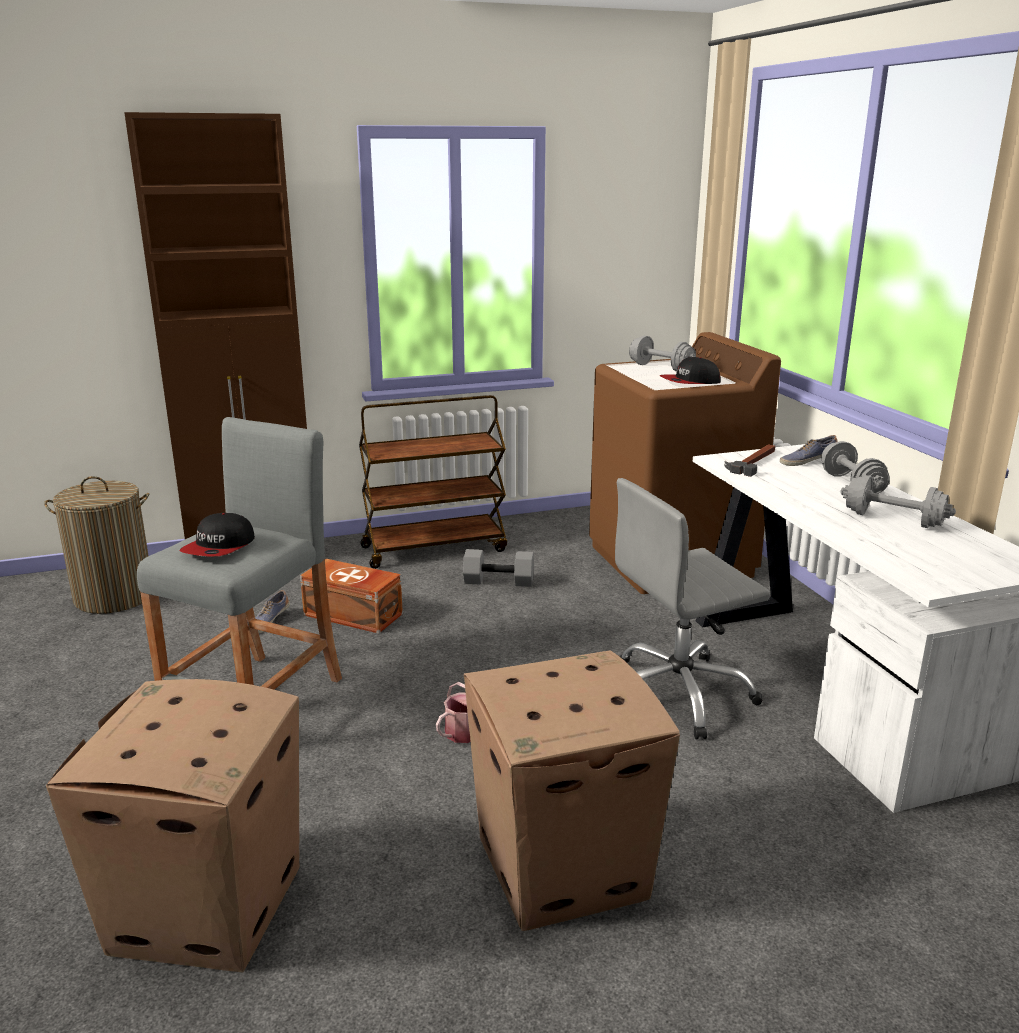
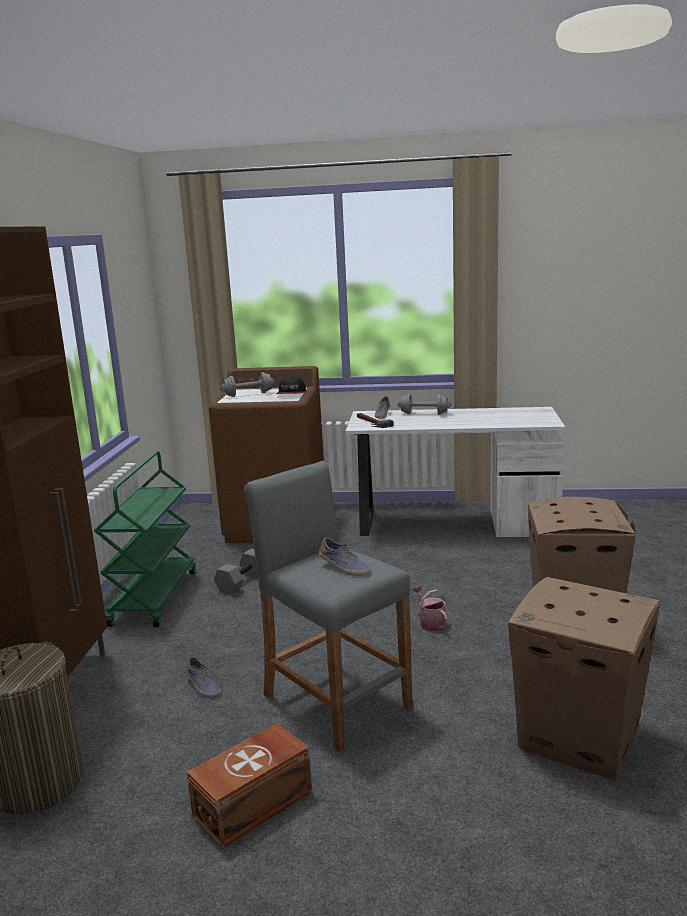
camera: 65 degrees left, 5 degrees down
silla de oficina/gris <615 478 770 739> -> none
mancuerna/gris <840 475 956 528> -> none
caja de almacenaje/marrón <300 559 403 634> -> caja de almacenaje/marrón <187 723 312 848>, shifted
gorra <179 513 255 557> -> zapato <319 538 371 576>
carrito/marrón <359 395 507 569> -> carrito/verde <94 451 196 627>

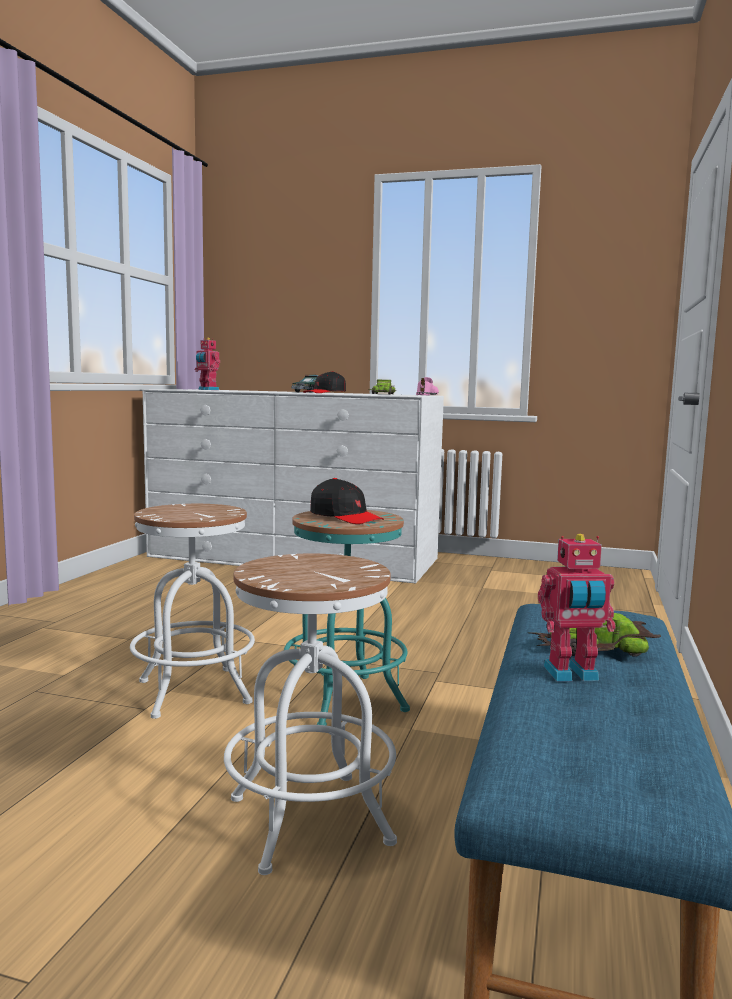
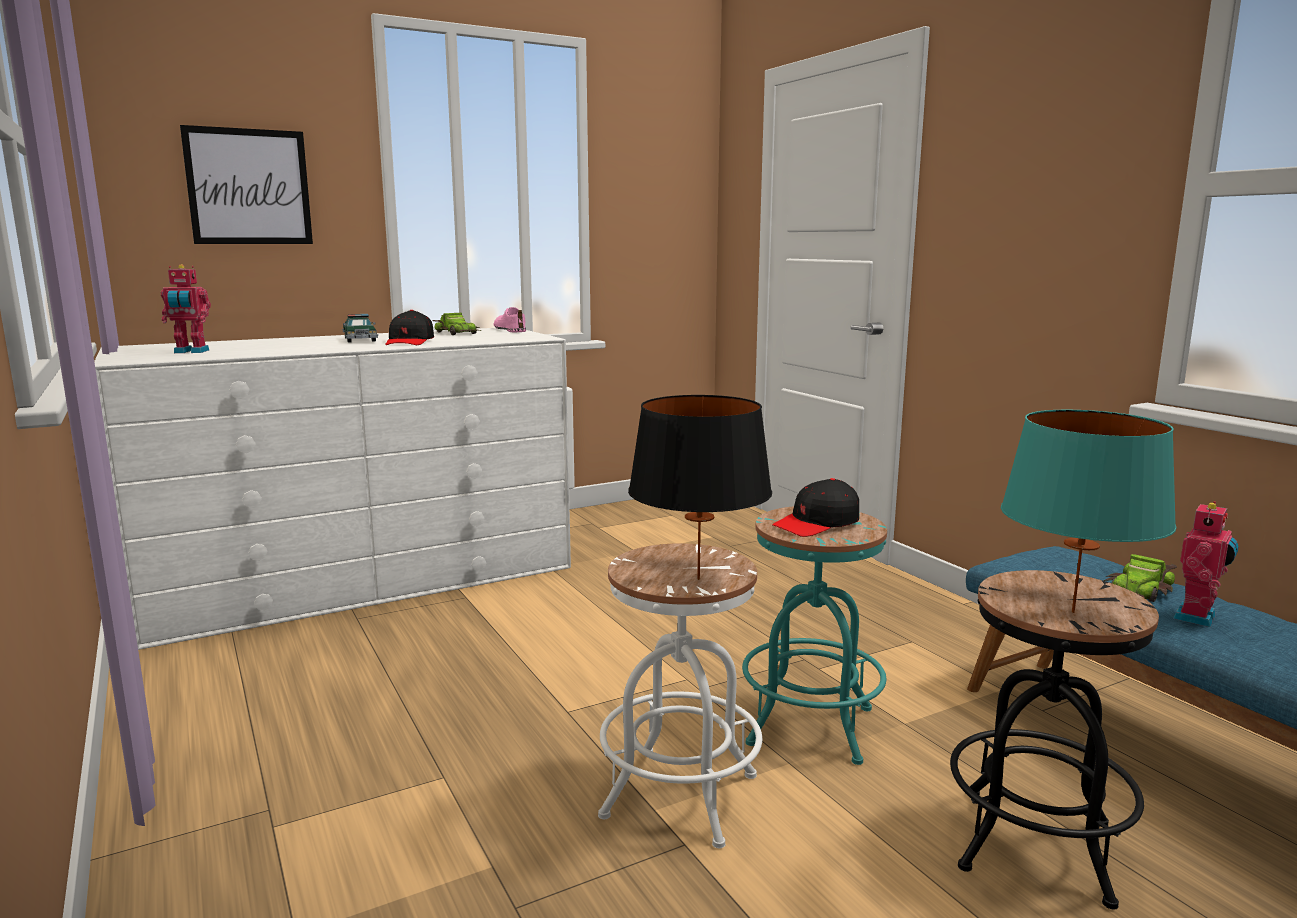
camera: 45 degrees left, 5 degrees up
none -> cuadro <180 125 313 244>
none -> lámpara de mesa/negro <628 395 772 580>
none -> lámpara de mesa/turquesa <1001 410 1177 613>
taburete/blanco <224 554 397 875> -> taburete/negro <950 570 1159 910>
gorra/negro <310 478 384 524> -> gorra/negro <772 478 859 537>, 150 degrees clockwise

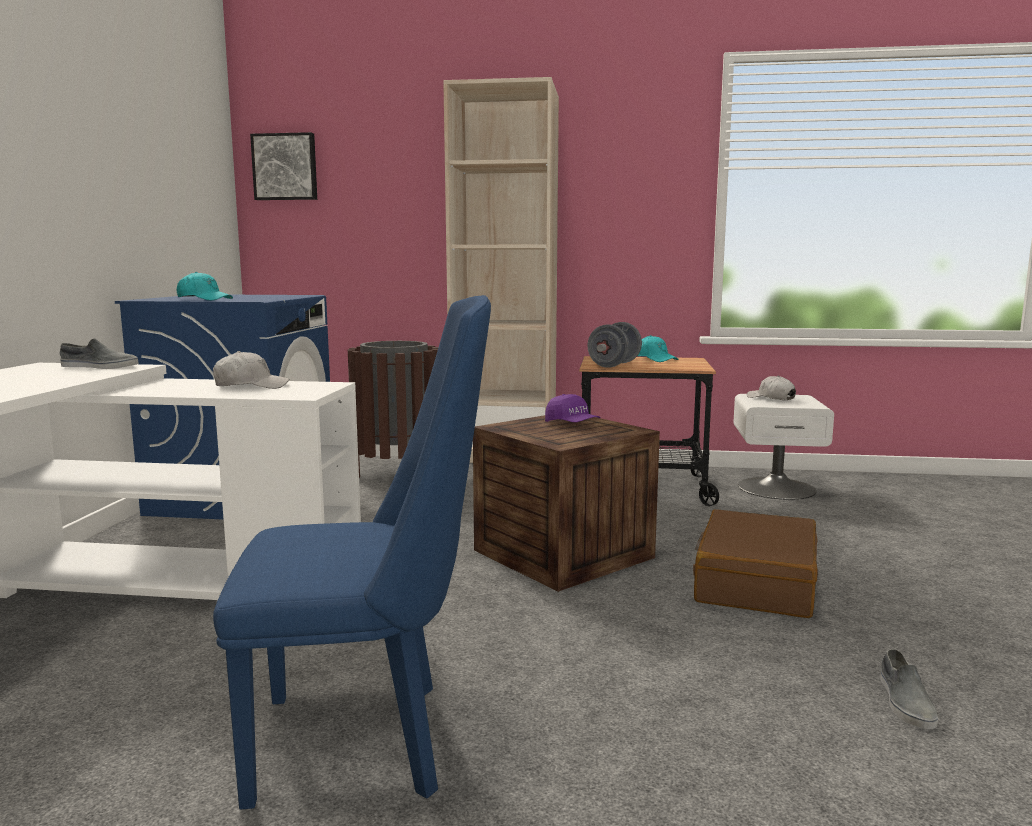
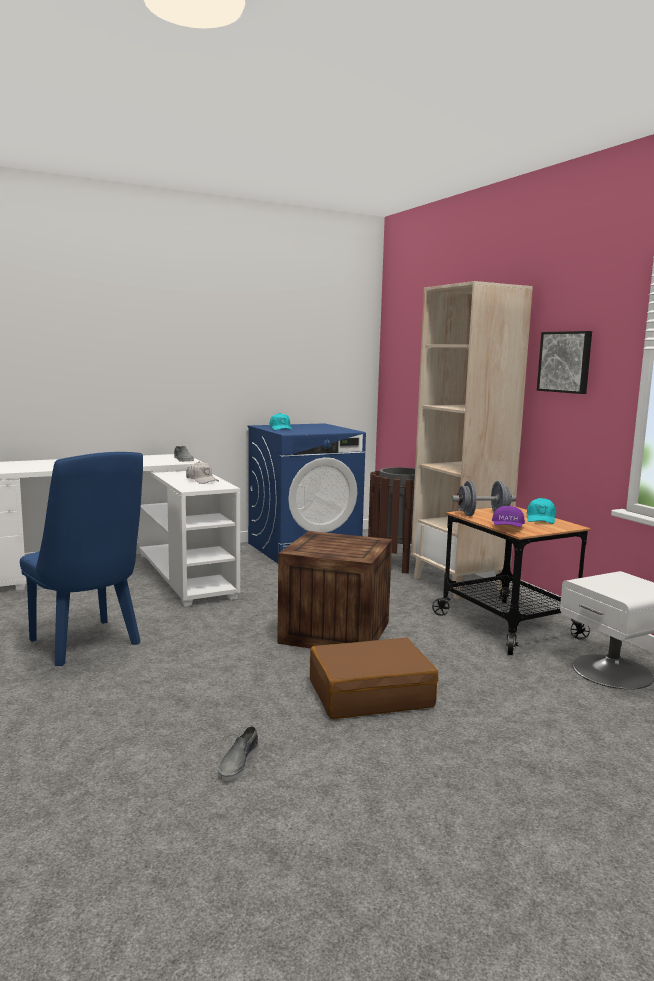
camera: 55 degrees right, 0 degrees up
gorra/blanco <747 376 796 400> -> none
cuadro <250 132 317 200> -> cuadro <537 331 592 394>, shifted
gorra/morado <545 394 600 422> -> gorra/morado <492 505 525 527>, shifted
zapato/gris <880 649 938 729> -> zapato/gris <218 726 258 782>, 45 degrees counterclockwise

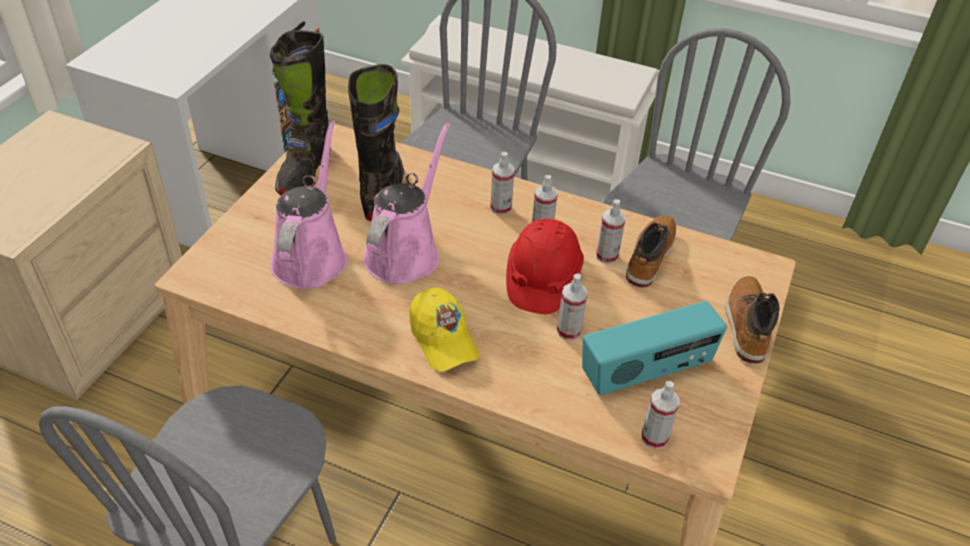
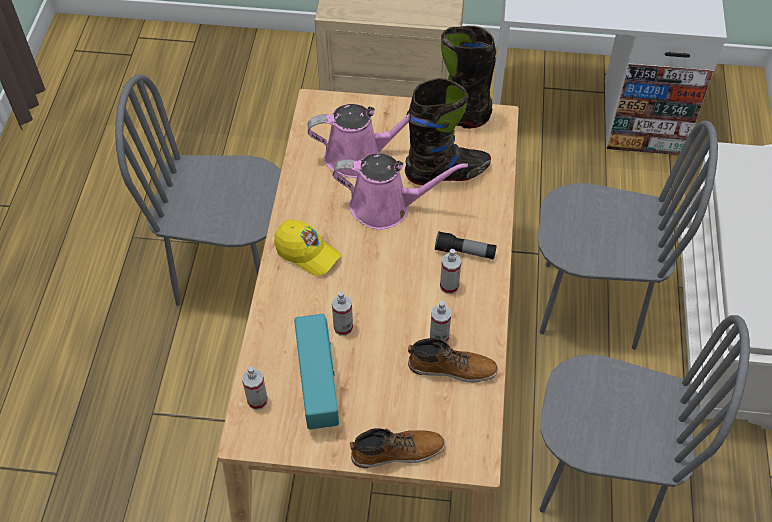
camera: 75 degrees right, 10 degrees up
casco/rojo <506 219 584 314> -> none
pulverizador <490 151 515 215> -> linterna <435 231 497 260>
gorra/amarillo <409 288 480 371> -> gorra/amarillo <274 220 341 276>, 105 degrees counterclockwise
radio <582 301 727 395> -> radio <294 314 339 429>, 150 degrees counterclockwise

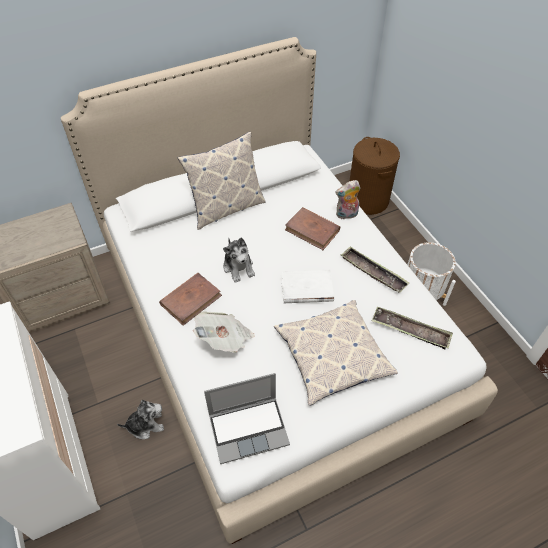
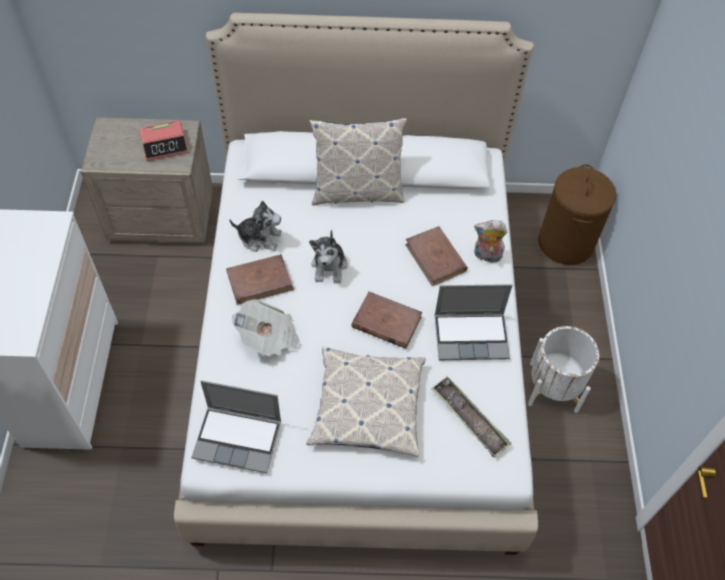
camera: 25 degrees right, 5 degrees up
none -> despertador <139 120 188 161>
peluche <117 400 164 439> -> peluche <229 201 282 252>, shifted
bandeja <341 246 409 293> -> portátil <435 284 512 360>
libro/blanco <281 270 334 303> -> libro/marrón <351 292 422 349>

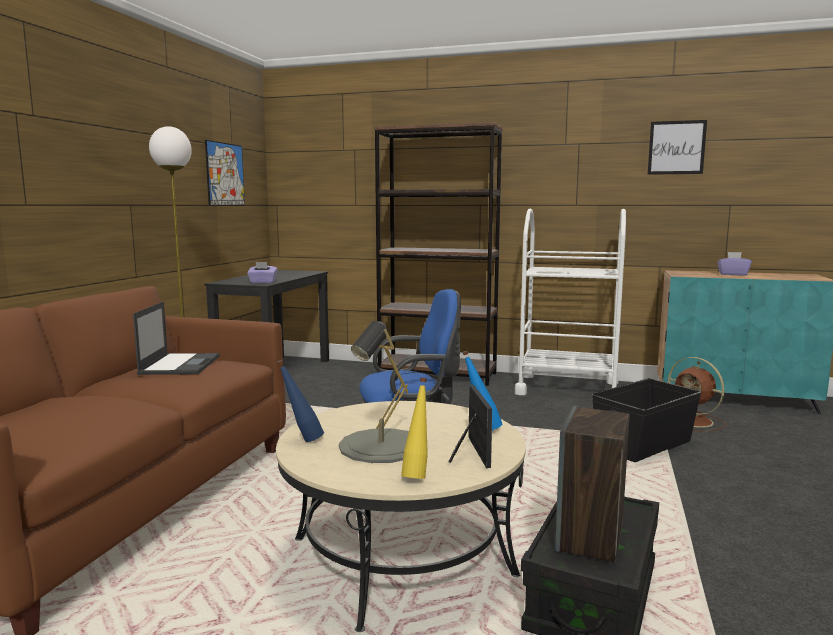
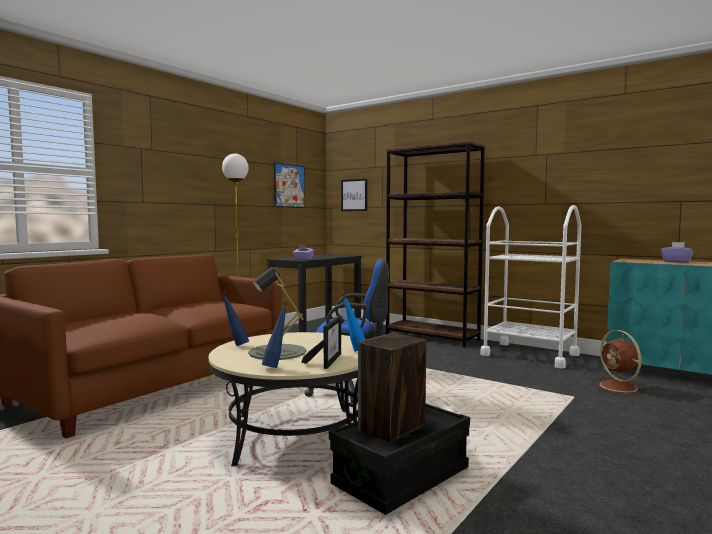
camera: 20 degrees right, 5 degrees down
portátil <133 302 220 375> -> none
caja de almacenaje/negro <592 378 701 462> -> none
cuadro <647 120 707 175> -> cuadro <341 179 367 211>, shifted
botella/amarillo <401 378 428 479> -> botella/azul <262 302 288 368>

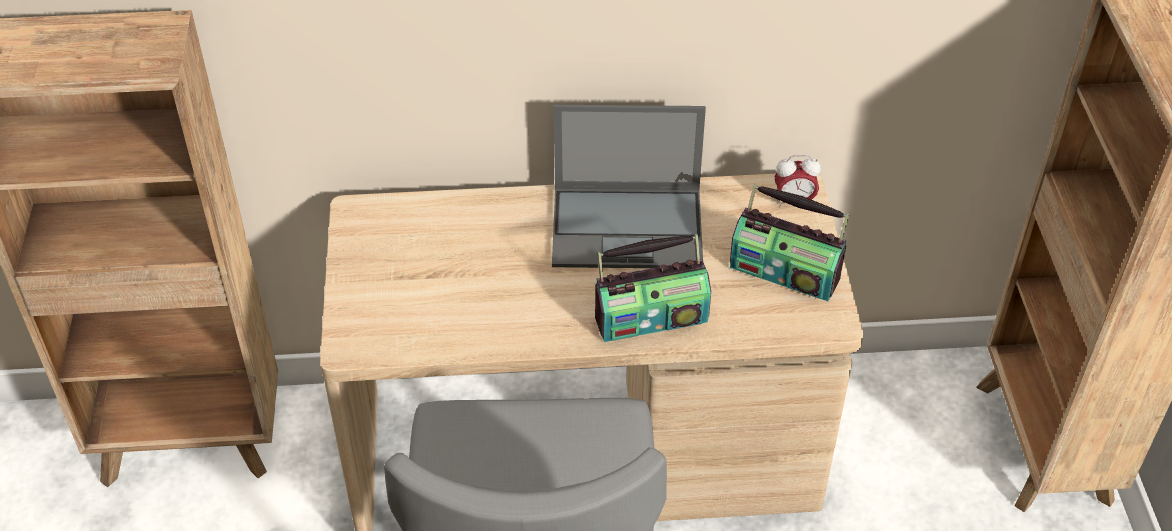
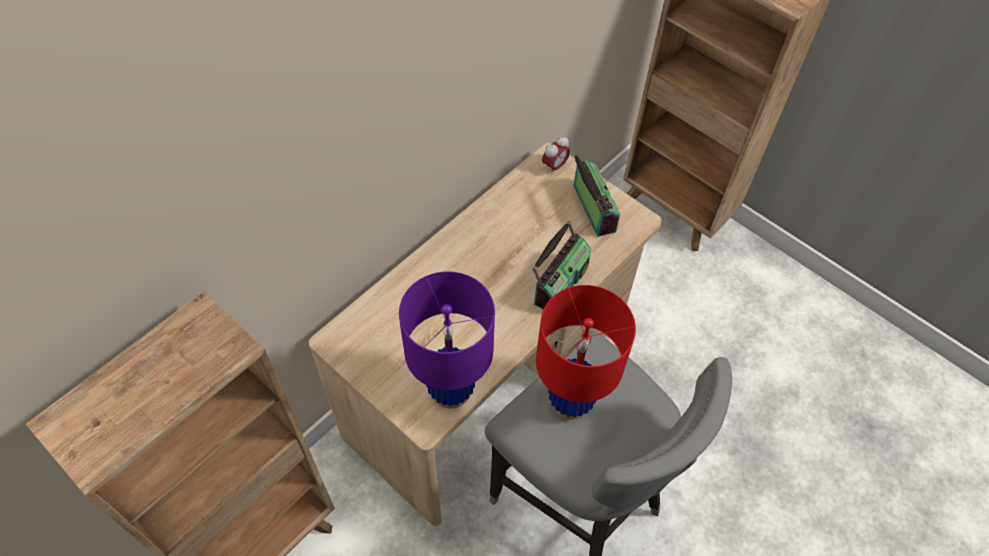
camera: 45 degrees left, 10 degrees up
portátil <552 105 706 268> -> none
none -> lámpara de mesa/morado <399 271 495 409>
none -> lámpara de mesa/rojo <536 285 636 420>
radio <730 184 849 301> -> radio <573 153 620 237>, 90 degrees counterclockwise

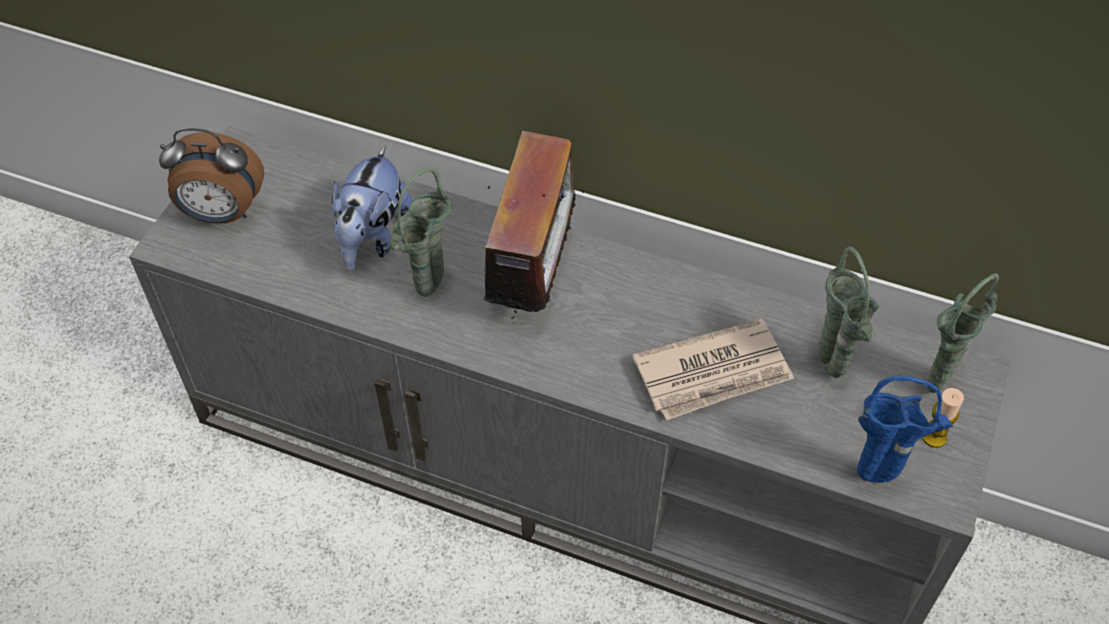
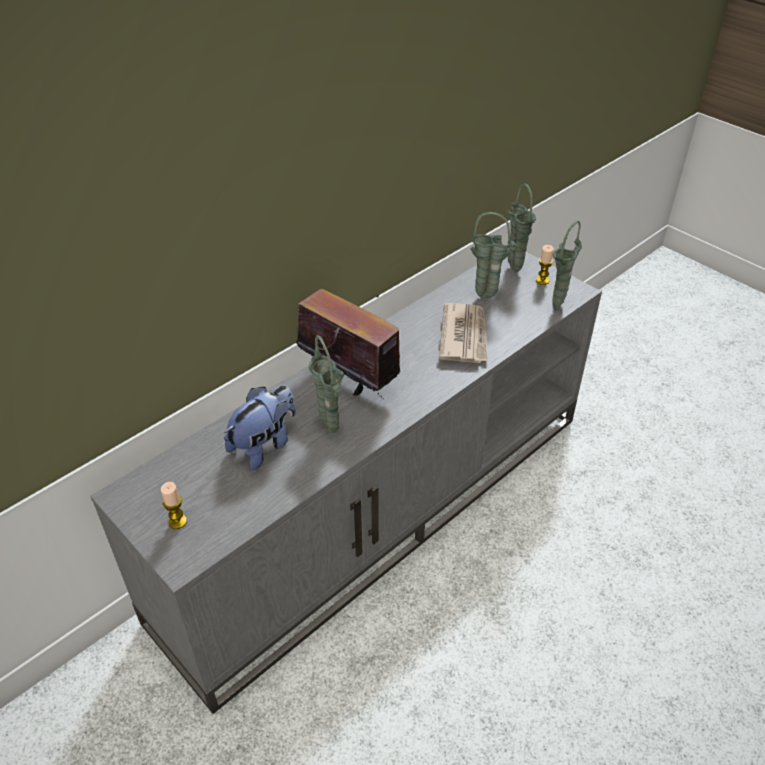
camera: 65 degrees left, 10 degrees down
despertador <159 128 264 224> -> vela <161 482 187 529>
florero/azul <857 376 953 483> -> florero/verde <552 221 582 310>
peluche <332 145 412 271> -> peluche <224 385 296 470>, 90 degrees counterclockwise

